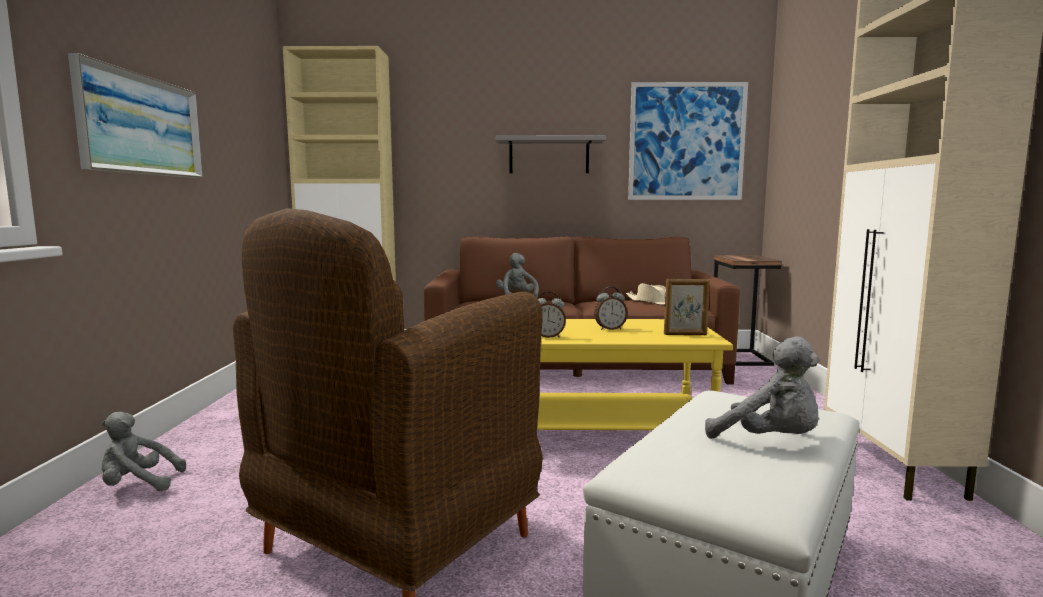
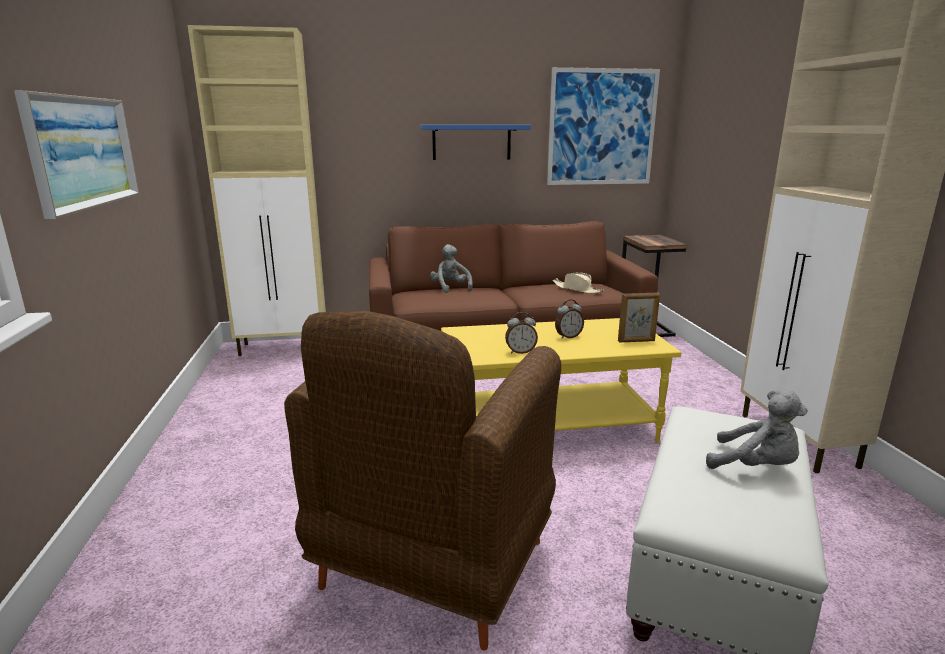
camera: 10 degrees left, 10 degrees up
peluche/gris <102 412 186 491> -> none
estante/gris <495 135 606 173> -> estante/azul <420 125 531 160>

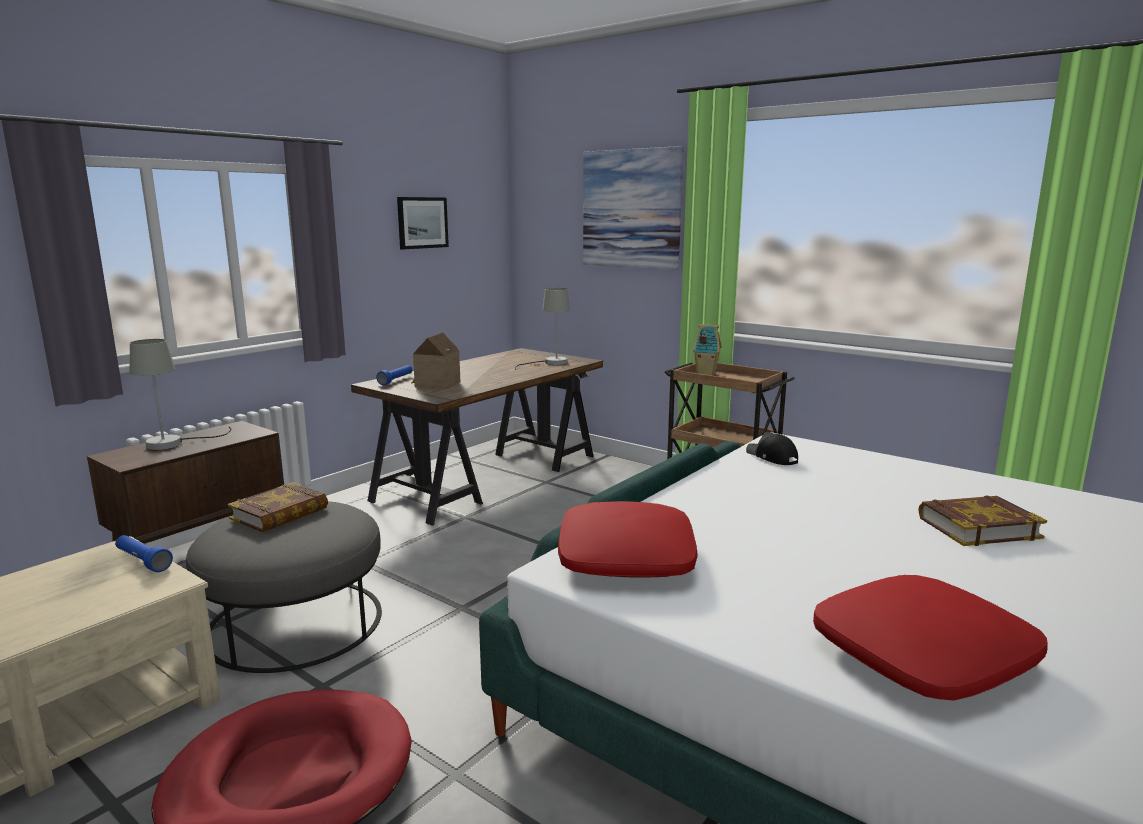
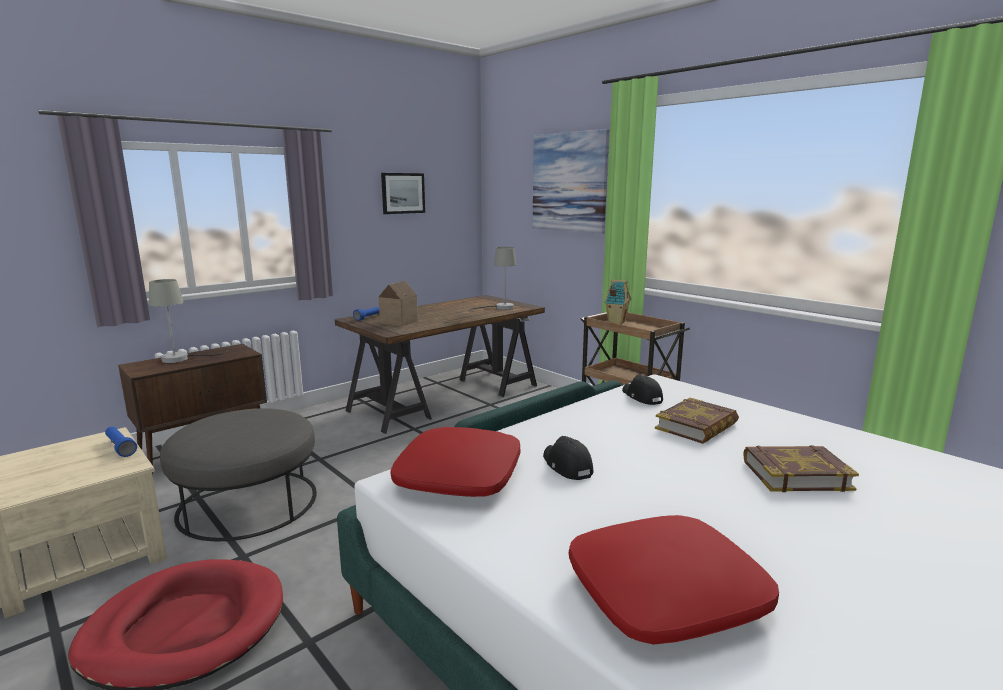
camera: 10 degrees right, 0 degrees up
none -> gorra/negro <543 436 594 480>
libro <228 482 328 532> -> libro <655 398 739 444>, shifted

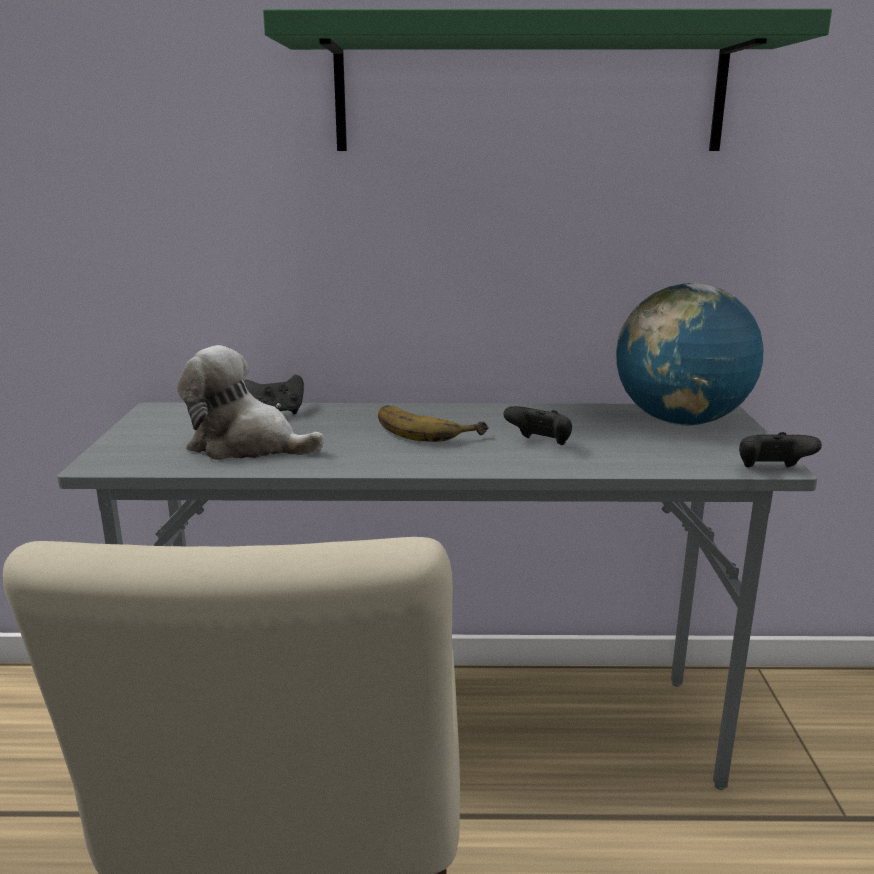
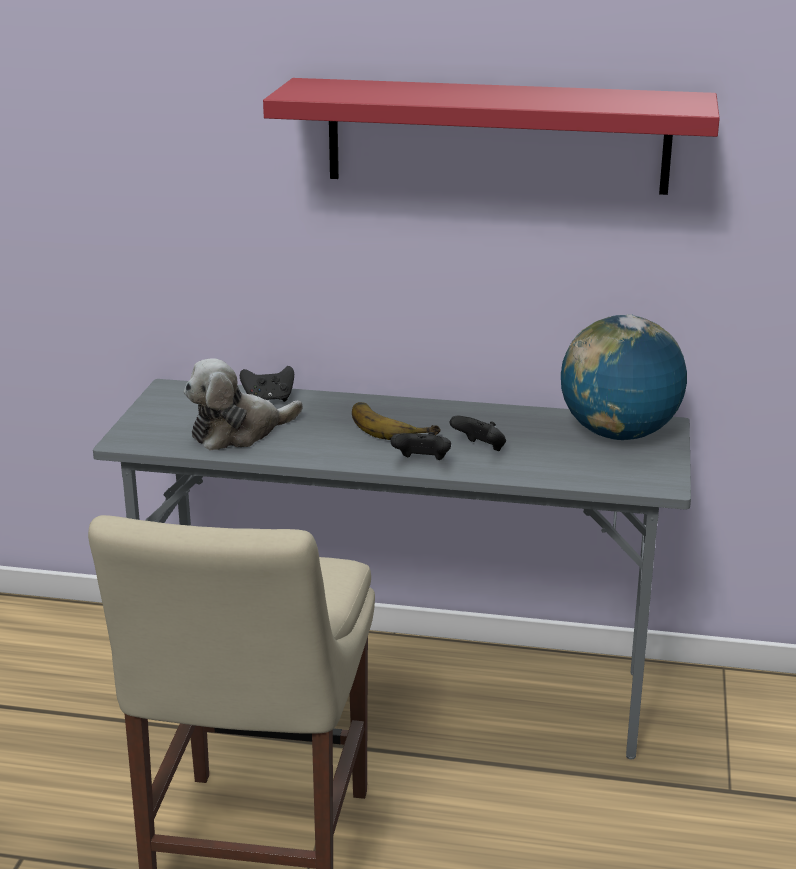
camera: 10 degrees right, 5 degrees up
mando de consola/negro <739 432 822 468> -> mando de consola/negro <391 432 451 460>, shifted
estante/verde <263 8 832 151> -> estante/rojo <263 78 720 195>
peluche <177 345 324 460> -> peluche <184 358 303 451>, 60 degrees counterclockwise

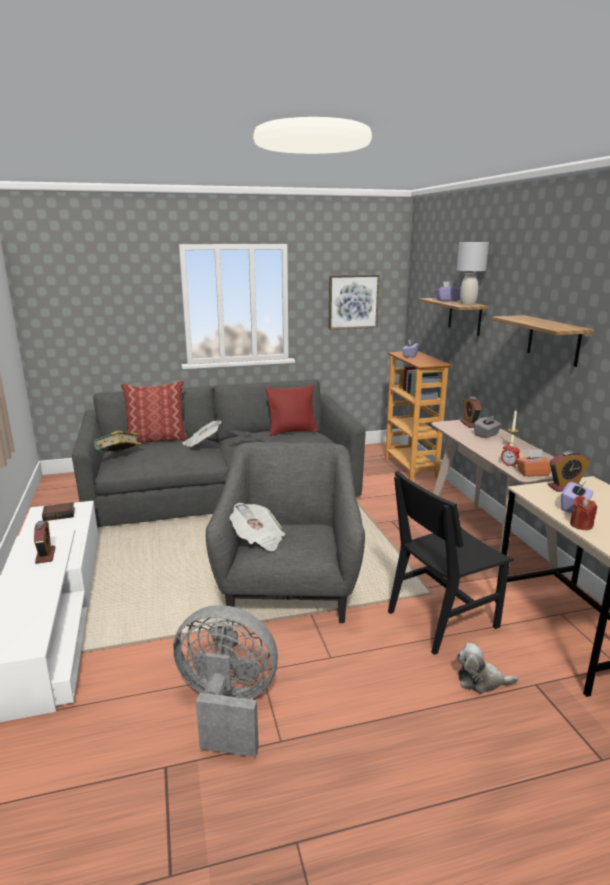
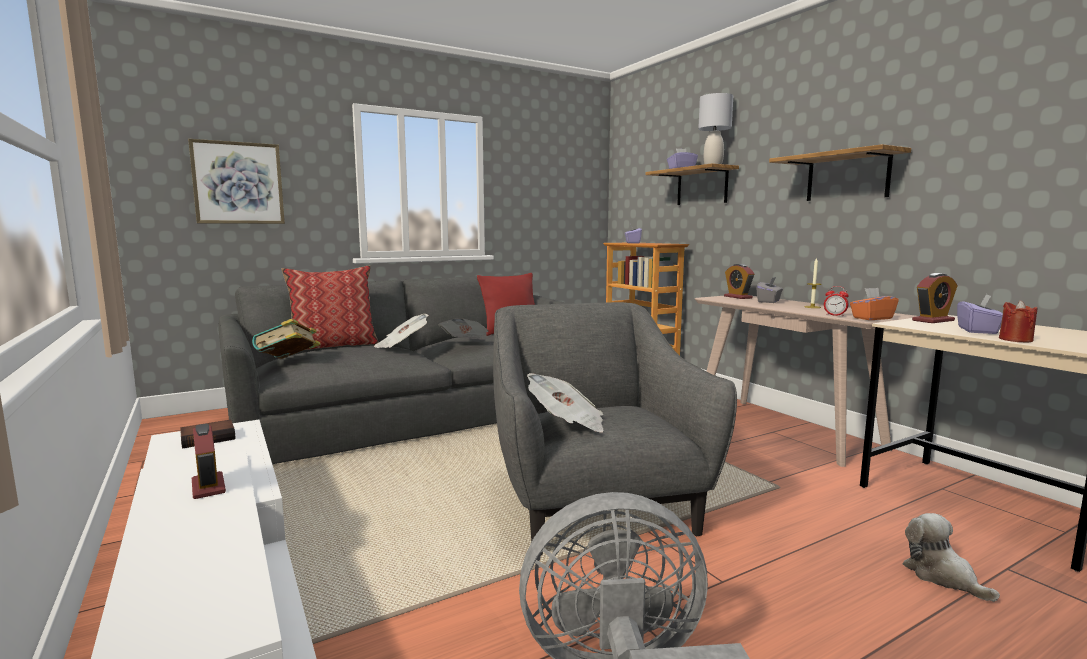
camera: 15 degrees left, 10 degrees down
silla/negro <388 471 513 655> -> none
cuadro <328 275 380 330> -> cuadro <188 139 285 224>, shifted
peluche <457 643 518 694> -> peluche <903 513 1000 602>, 75 degrees clockwise

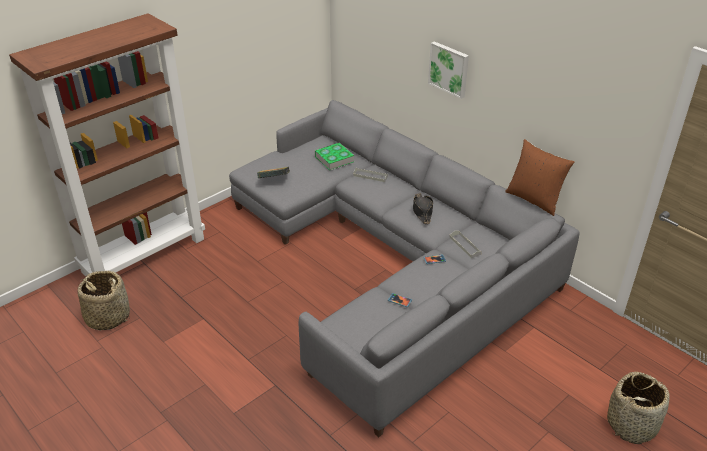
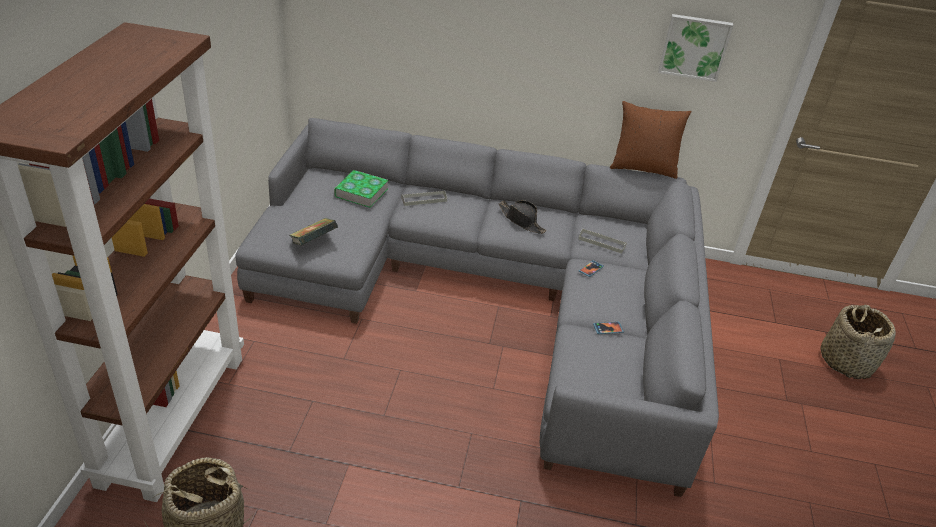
camera: 40 degrees left, 0 degrees up
cuadro <428 41 469 99> -> cuadro <658 14 733 82>, shifted

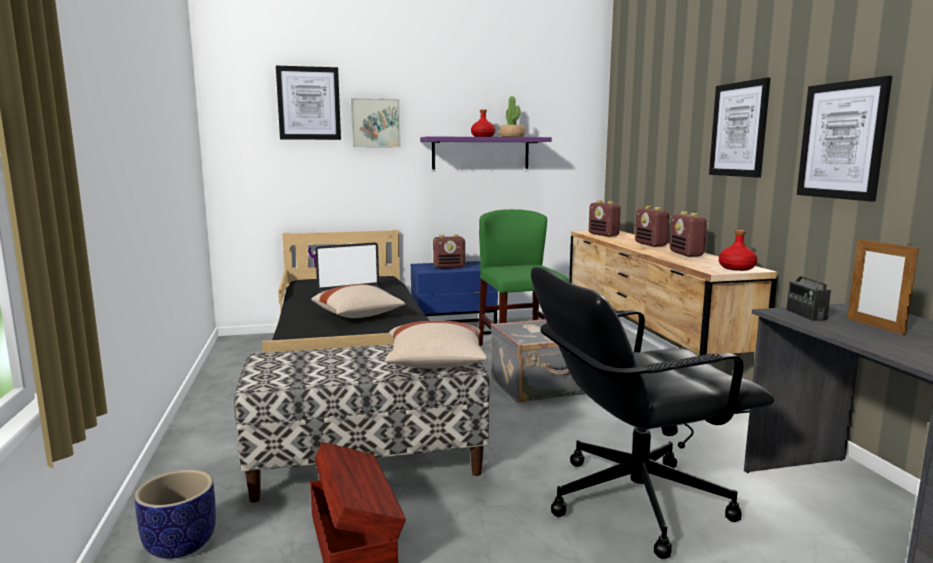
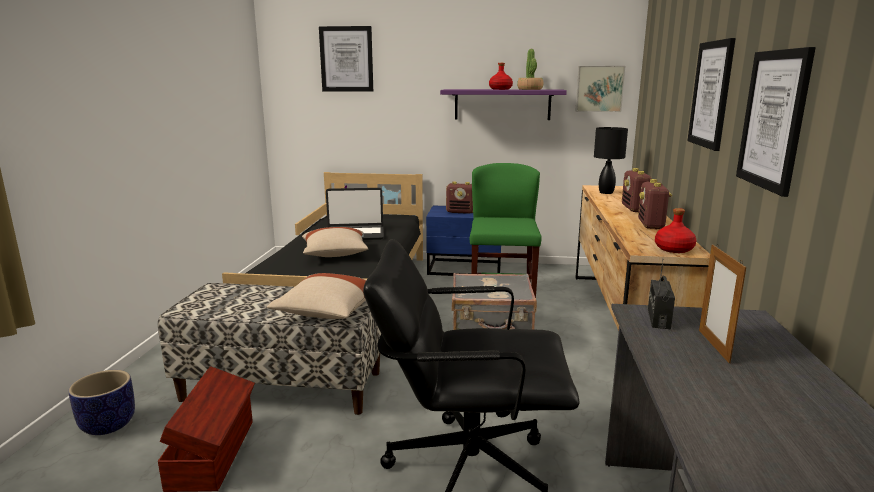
camera: 20 degrees right, 5 degrees up
cuadro <351 98 400 147> -> cuadro <575 66 625 112>, shifted
radio <589 200 622 237> -> lámpara de mesa/negro <594 127 628 194>

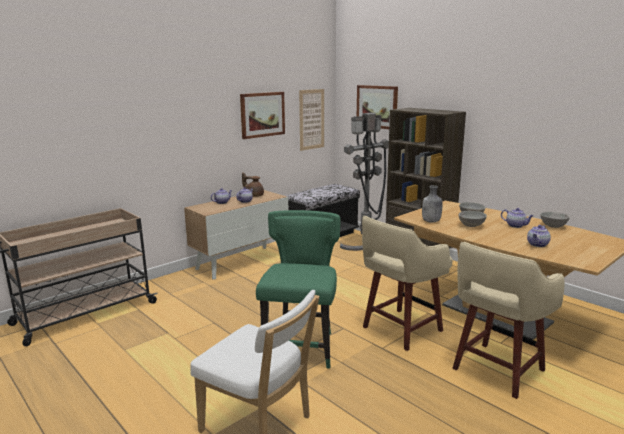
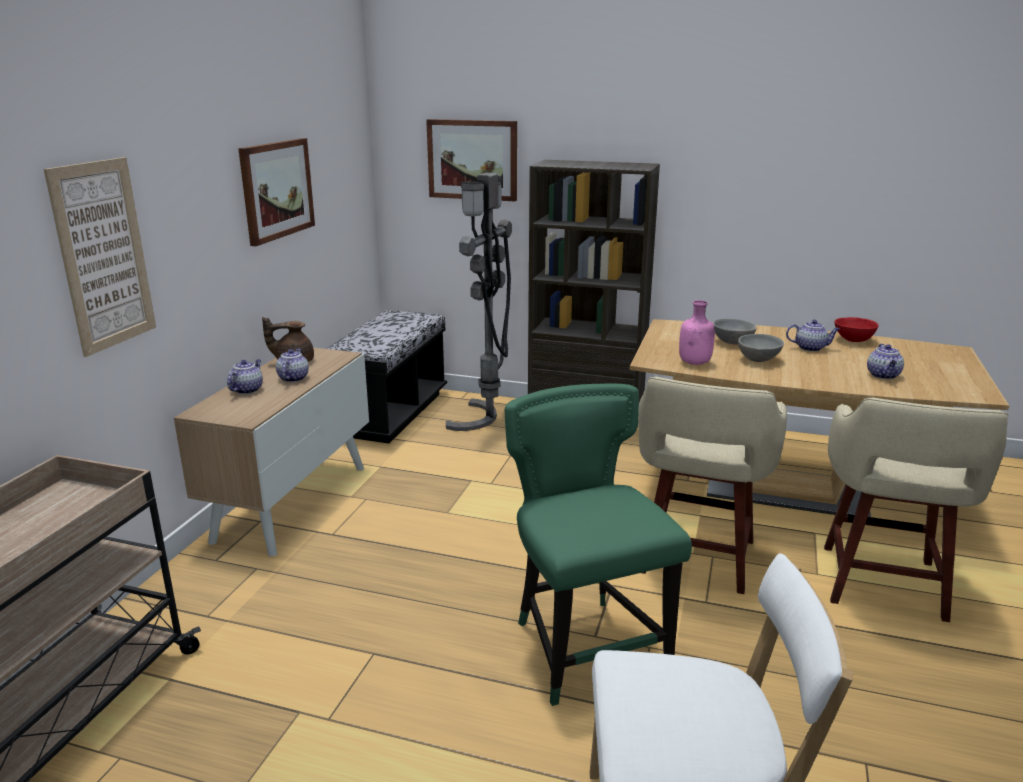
camera: 30 degrees left, 5 degrees up
cuadro <299 89 324 151> -> cuadro <44 157 156 357>, shifted
botella/gris <422 185 443 223> -> botella/rosa <679 300 715 365>
cuenco/gris <540 212 570 228> -> cuenco/rojo <834 317 879 342>

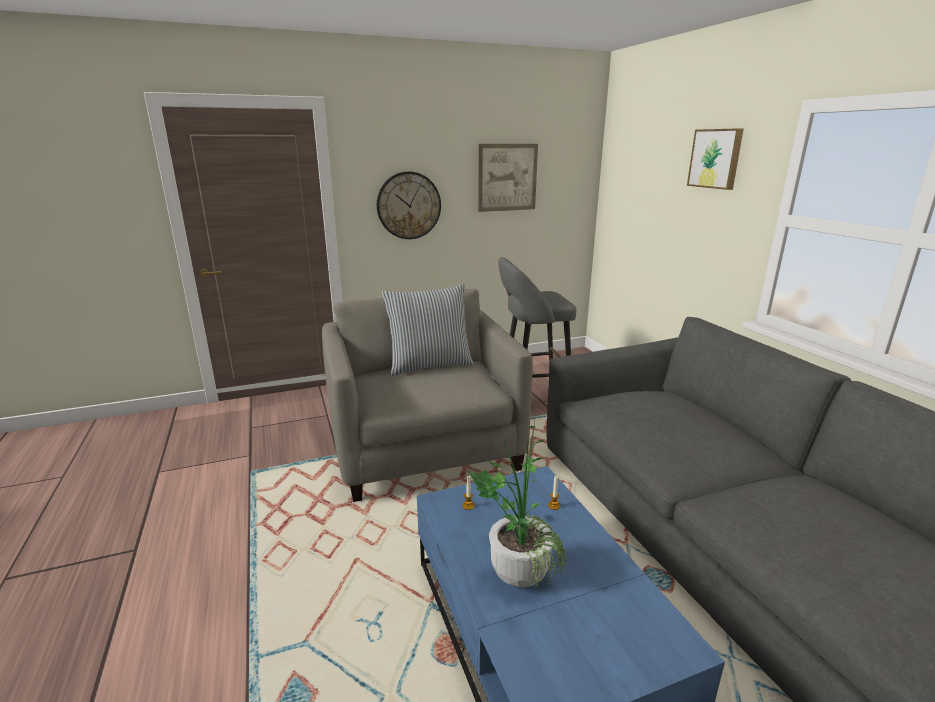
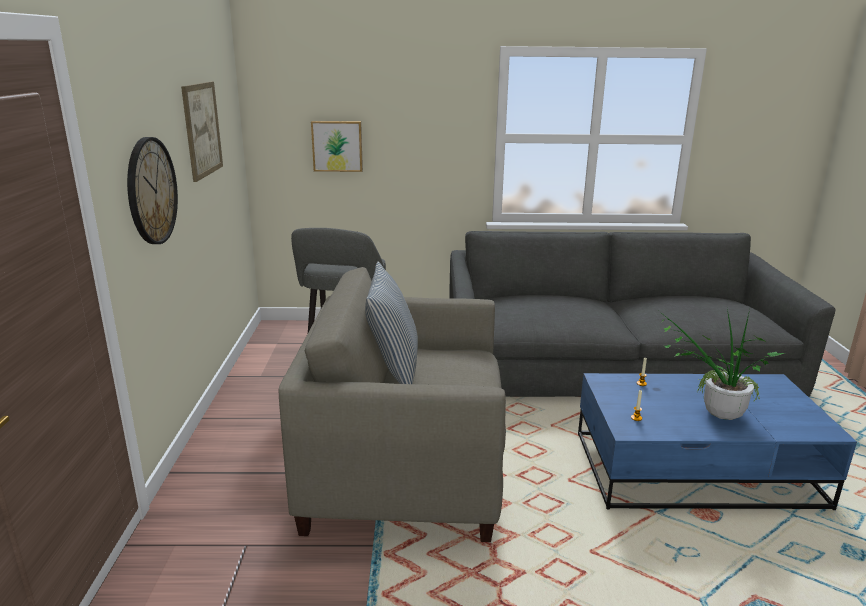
camera: 70 degrees left, 0 degrees up
cuadro <687 128 744 190> -> cuadro <311 121 363 172>, shifted

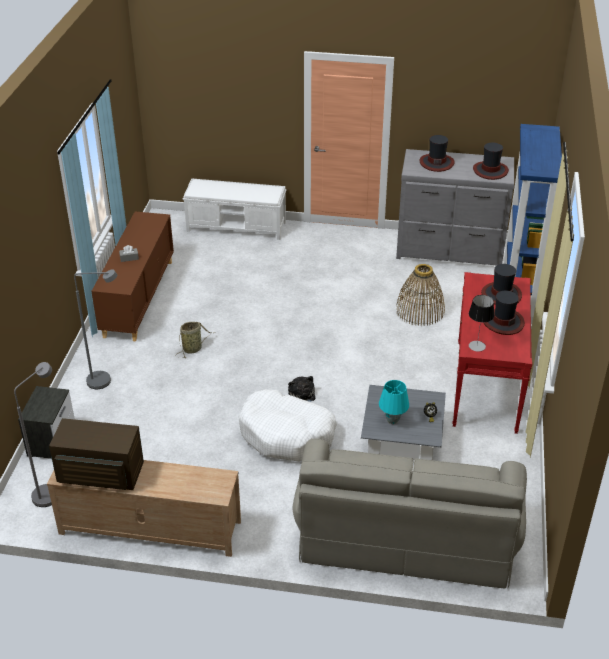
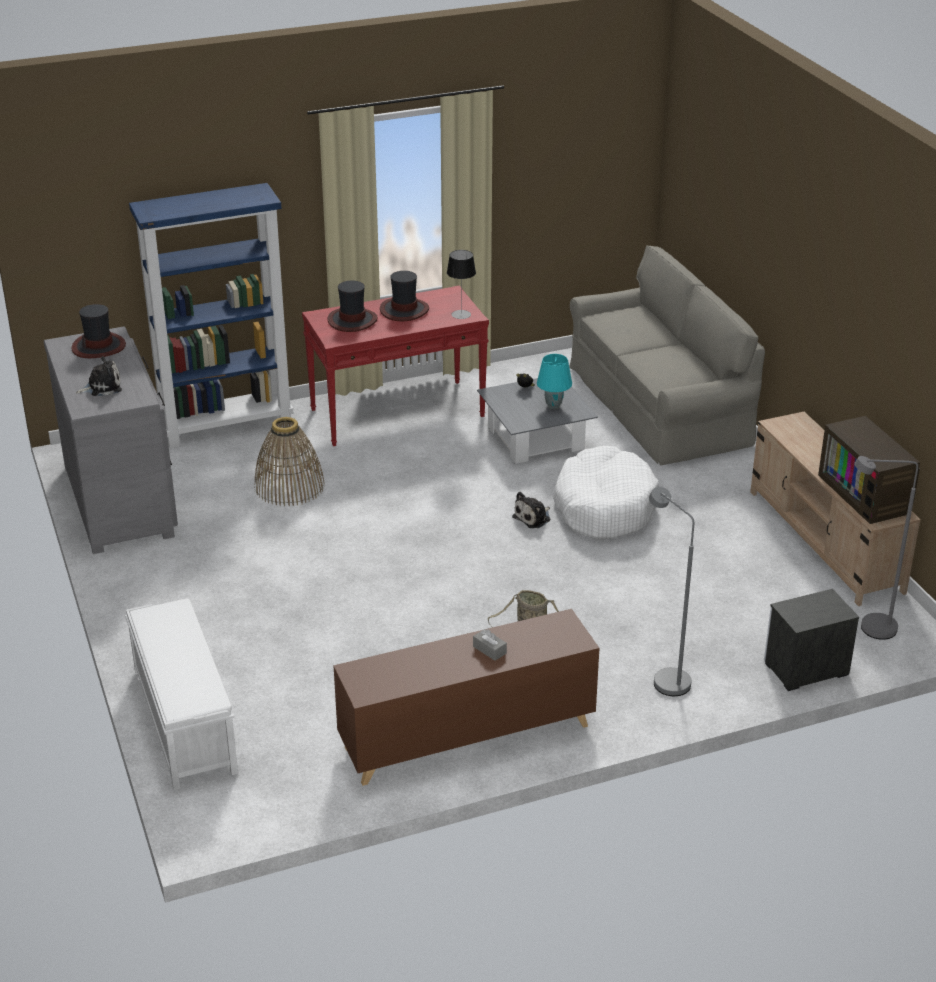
camera: 120 degrees left, 5 degrees down
sombrero <419 135 455 172> -> peluche <76 356 122 396>

